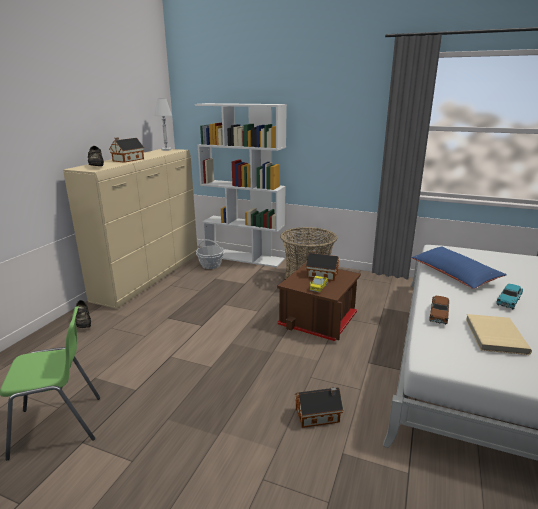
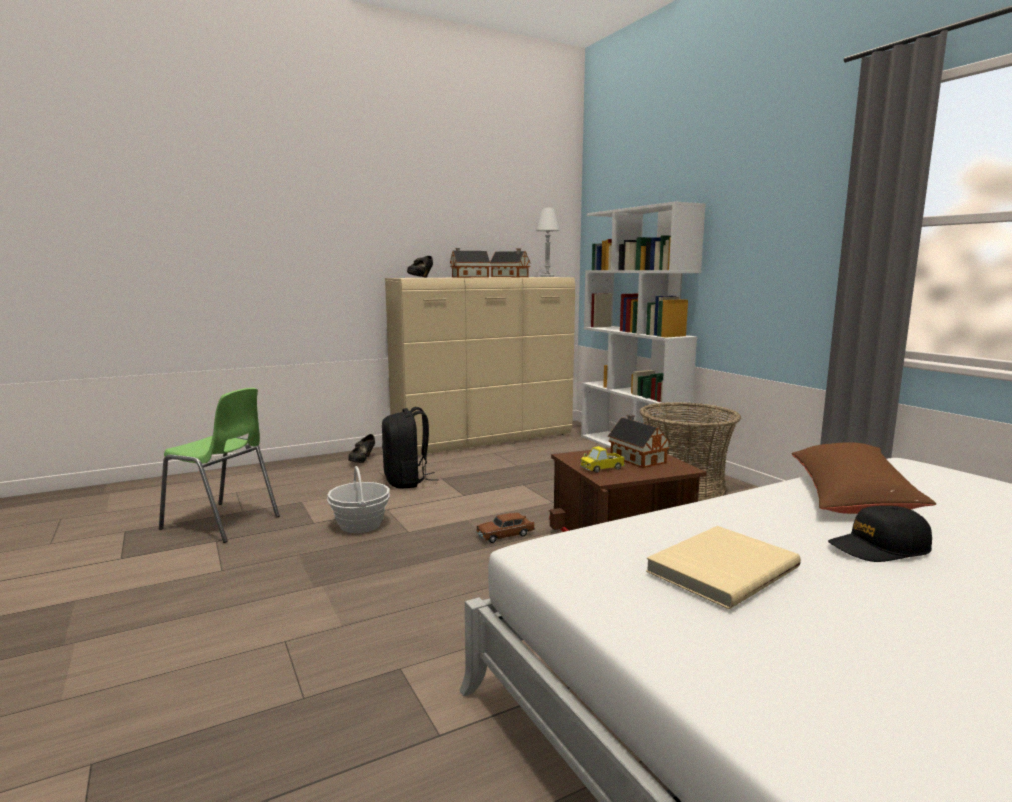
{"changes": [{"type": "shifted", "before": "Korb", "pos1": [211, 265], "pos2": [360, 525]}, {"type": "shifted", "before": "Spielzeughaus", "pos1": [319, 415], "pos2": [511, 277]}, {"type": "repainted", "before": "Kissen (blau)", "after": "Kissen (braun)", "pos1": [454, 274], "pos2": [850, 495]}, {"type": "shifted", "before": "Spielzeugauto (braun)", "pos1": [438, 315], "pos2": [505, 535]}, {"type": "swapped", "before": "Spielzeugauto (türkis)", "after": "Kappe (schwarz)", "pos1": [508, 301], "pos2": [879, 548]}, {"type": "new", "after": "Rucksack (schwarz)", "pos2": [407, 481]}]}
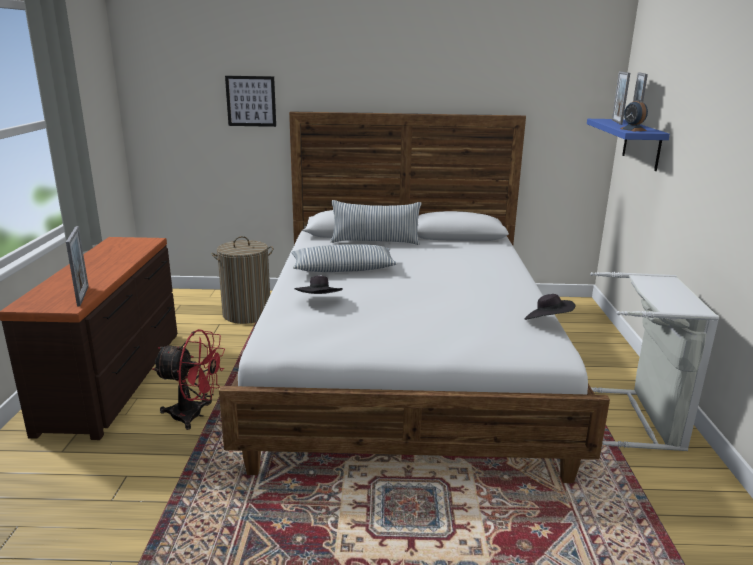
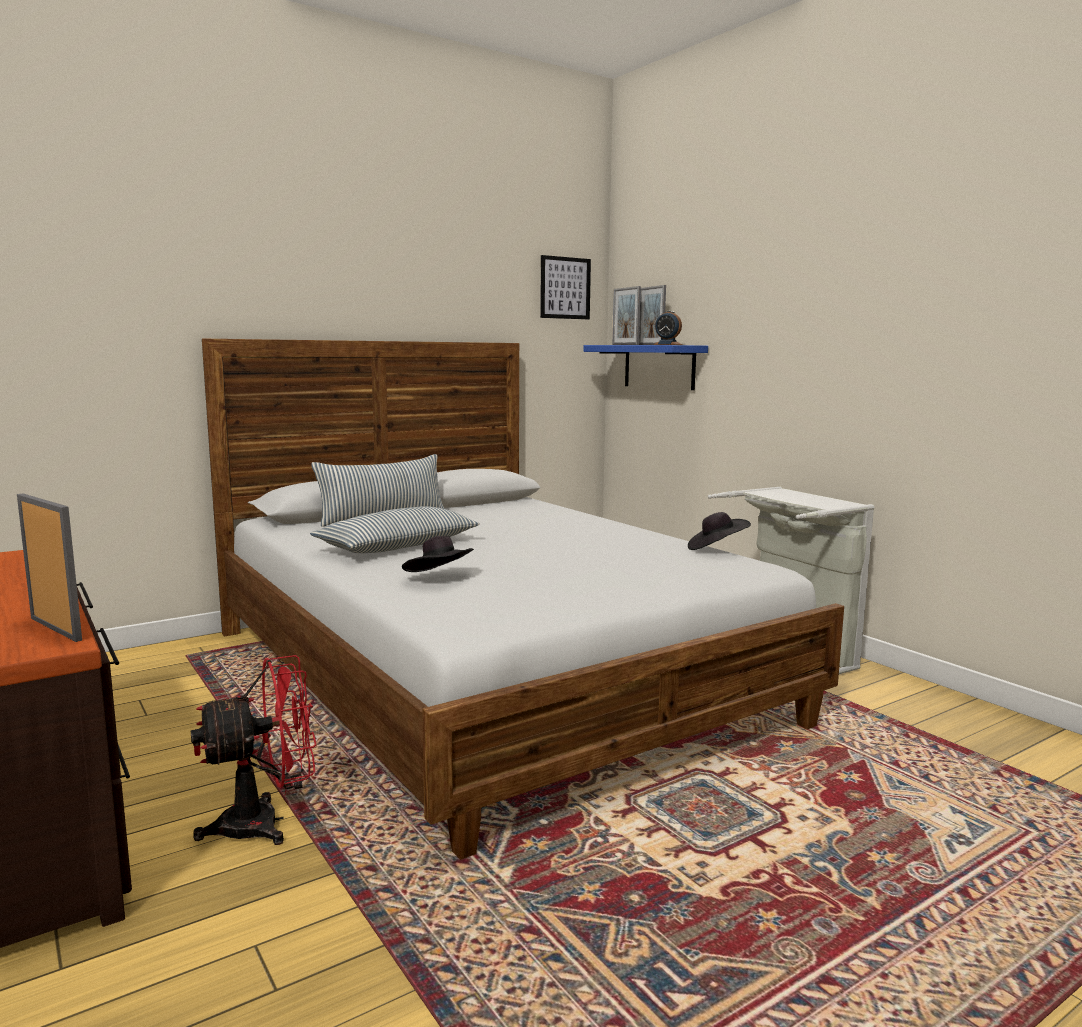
{"changes": [{"type": "gone", "before": "Wäschekorb", "pos1": [247, 314]}, {"type": "shifted", "before": "Bild", "pos1": [251, 101], "pos2": [565, 288]}]}
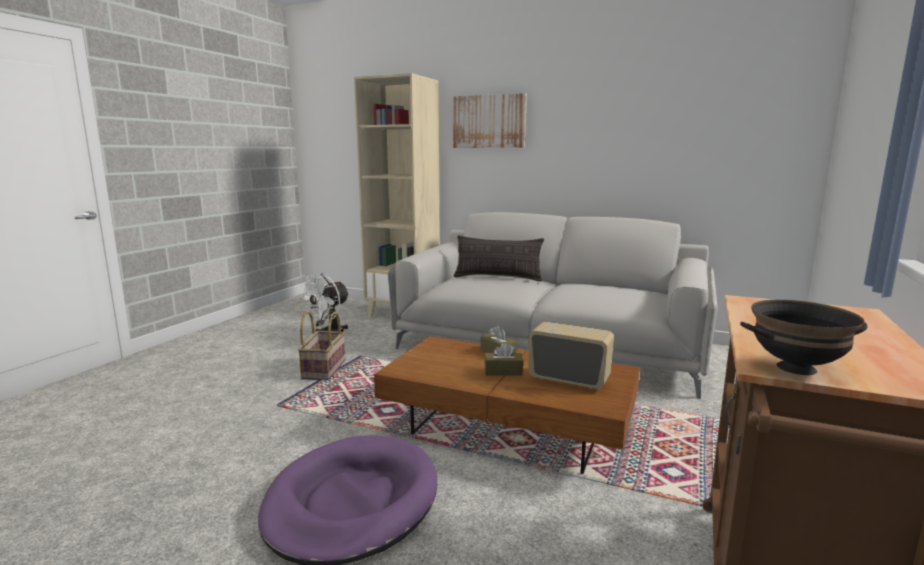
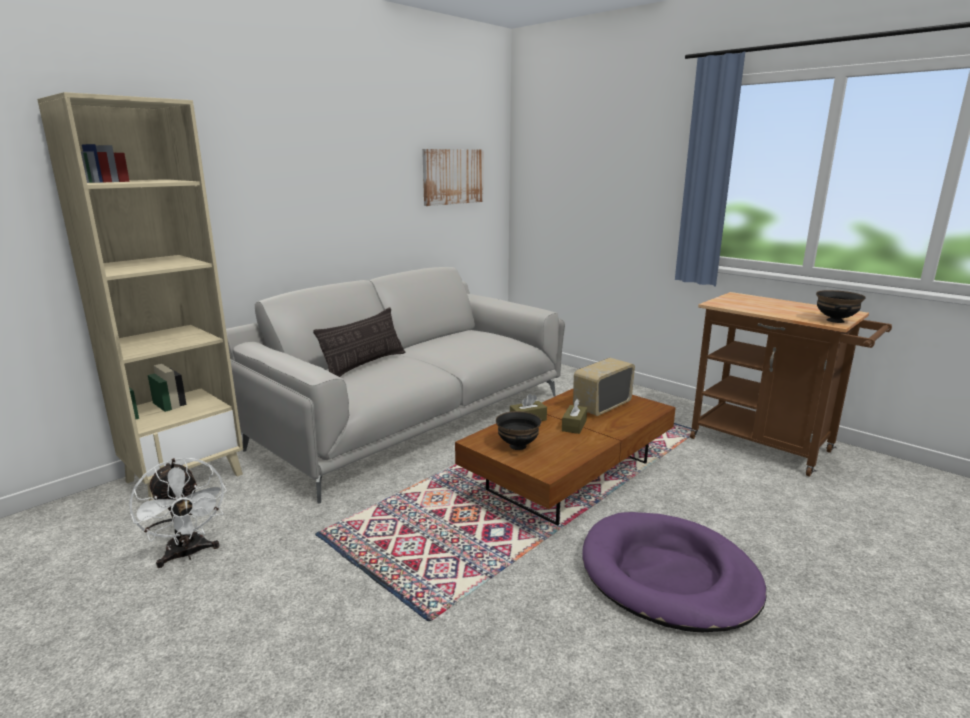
{"changes": [{"type": "gone", "before": "Korb", "pos1": [323, 369]}, {"type": "shifted", "before": "Bild", "pos1": [489, 121], "pos2": [452, 176]}, {"type": "new", "after": "Schüssel (schwarz)", "pos2": [517, 446]}]}
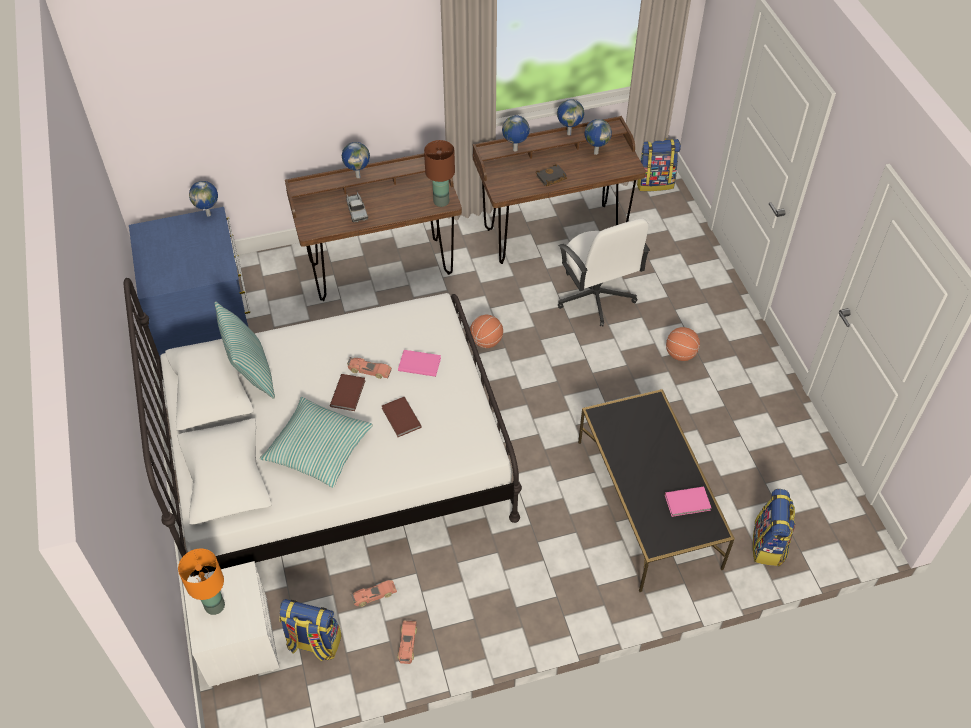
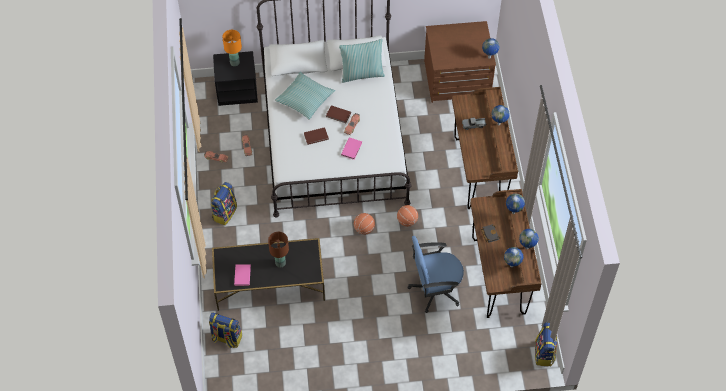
{"changes": [{"type": "repainted", "before": "Kommode (blau)", "after": "Kommode (braun)", "pos1": [202, 311], "pos2": [457, 80]}, {"type": "repainted", "before": "Nachttisch (weiß)", "after": "Nachttisch (schwarz)", "pos1": [237, 641], "pos2": [237, 90]}, {"type": "shifted", "before": "Rucksack", "pos1": [313, 643], "pos2": [224, 213]}, {"type": "shifted", "before": "Tischlampe (braun)", "pos1": [441, 201], "pos2": [280, 263]}, {"type": "repainted", "before": "Bürostuhl (weiß)", "after": "Bürostuhl (blau)", "pos1": [595, 297], "pos2": [434, 289]}, {"type": "shifted", "before": "Basketball", "pos1": [680, 354], "pos2": [364, 229]}]}
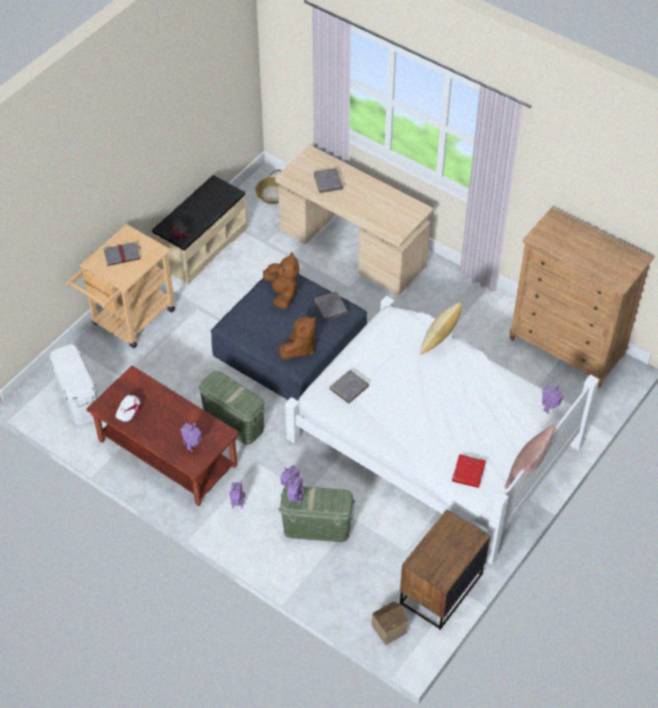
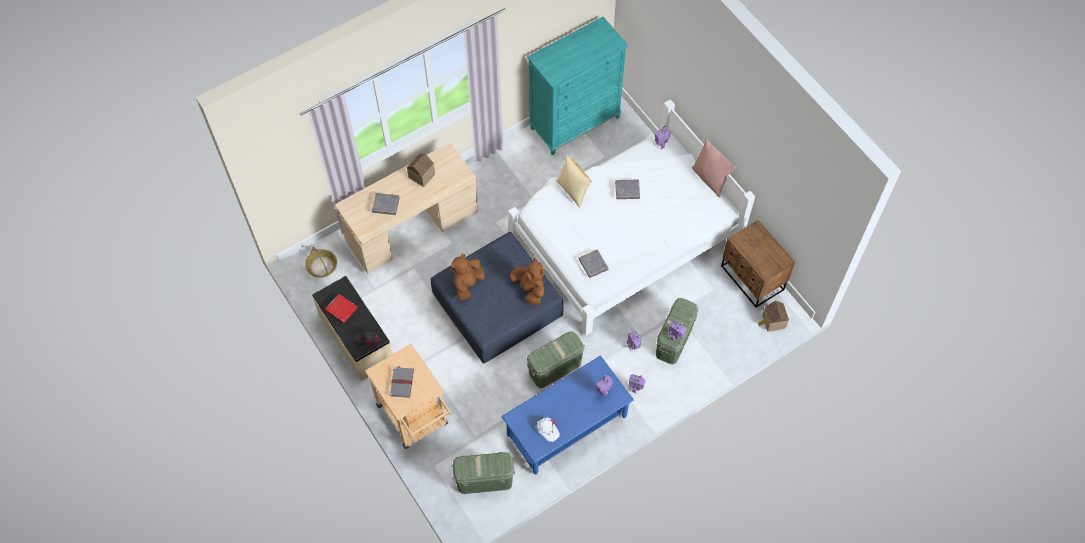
{"changes": [{"type": "repainted", "before": "Aufbewahrungsbox (weiß)", "after": "Aufbewahrungsbox (grün)", "pos1": [78, 399], "pos2": [484, 480]}, {"type": "repainted", "before": "Couchtisch (braun)", "after": "Couchtisch (blau)", "pos1": [167, 453], "pos2": [567, 425]}, {"type": "rotated", "before": "Plüschtier (braun)", "pos1": [282, 293], "pos2": [468, 283], "turn": -60}, {"type": "shifted", "before": "Buch (grau)", "pos1": [330, 307], "pos2": [627, 190]}, {"type": "shifted", "before": "Buch (rot)", "pos1": [468, 472], "pos2": [341, 309]}, {"type": "repainted", "before": "Kommode (braun)", "after": "Kommode (türkis)", "pos1": [567, 348], "pos2": [575, 123]}, {"type": "new", "after": "Spielzeughaus", "pos2": [420, 175]}]}
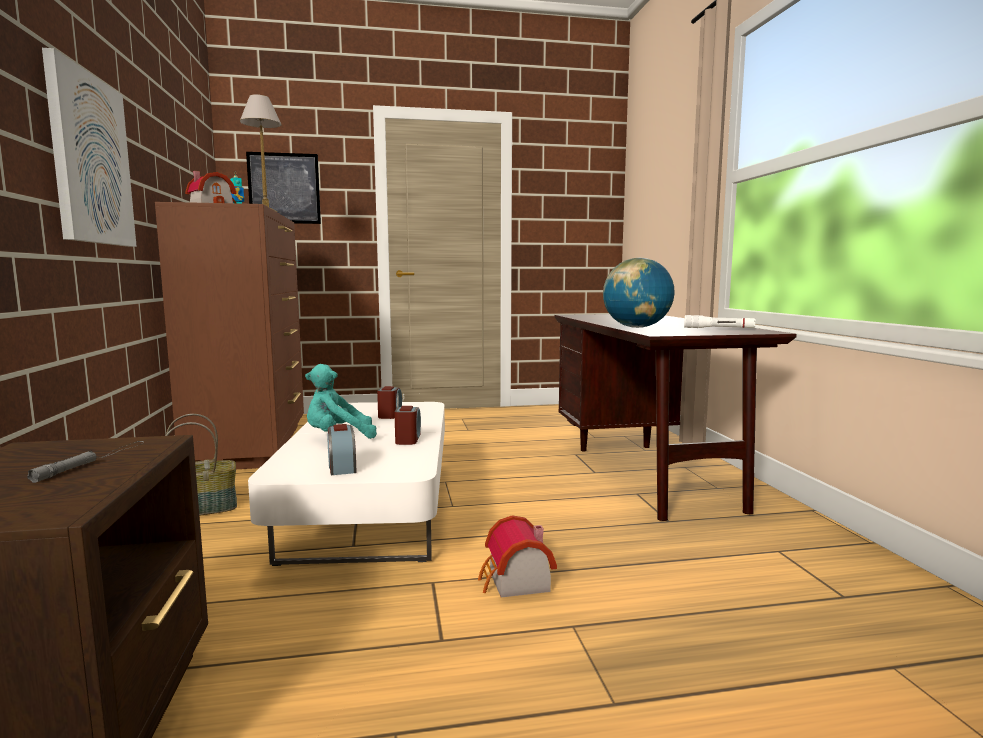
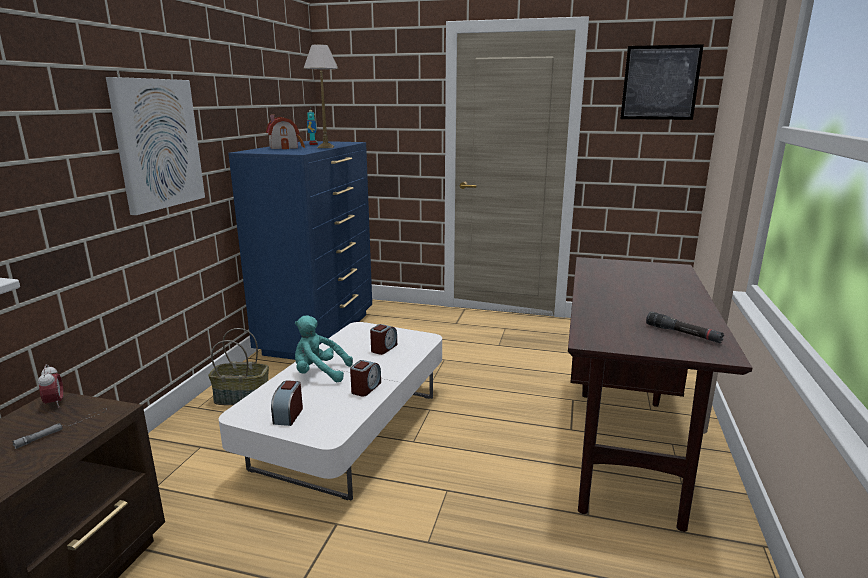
{"changes": [{"type": "repainted", "before": "Kommode (braun)", "after": "Kommode (blau)", "pos1": [252, 445], "pos2": [319, 333]}, {"type": "shifted", "before": "Bild", "pos1": [284, 188], "pos2": [660, 83]}, {"type": "gone", "before": "Spielzeughaus", "pos1": [515, 583]}, {"type": "gone", "before": "Globus", "pos1": [636, 327]}, {"type": "repainted", "before": "Taschenlampe (weiß)", "after": "Taschenlampe (schwarz)", "pos1": [718, 328], "pos2": [683, 334]}, {"type": "new", "after": "Wecker", "pos2": [55, 403]}]}
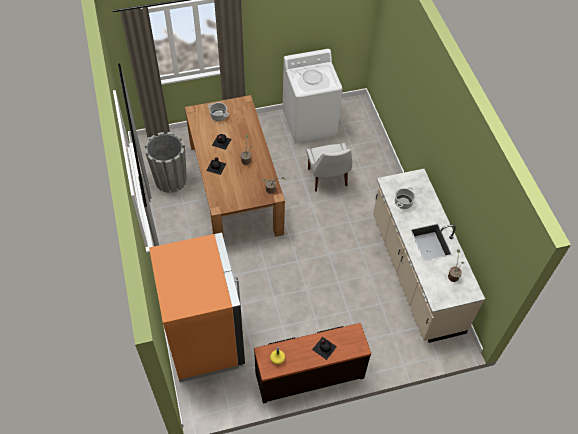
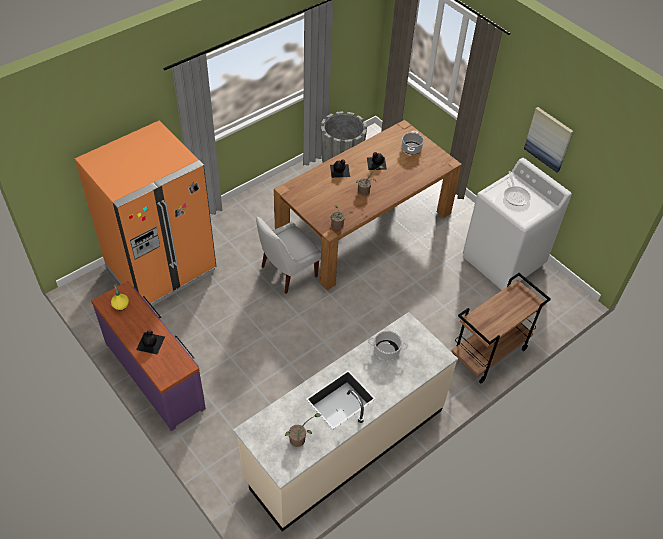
{"changes": [{"type": "repainted", "before": "Kommode (braun)", "after": "Kommode (lila)", "pos1": [309, 374], "pos2": [155, 374]}, {"type": "shifted", "before": "Stuhl (weiß)", "pos1": [328, 179], "pos2": [287, 272]}, {"type": "new", "after": "Rollwagen (braun)", "pos2": [489, 353]}, {"type": "new", "after": "Bild", "pos2": [548, 139]}]}
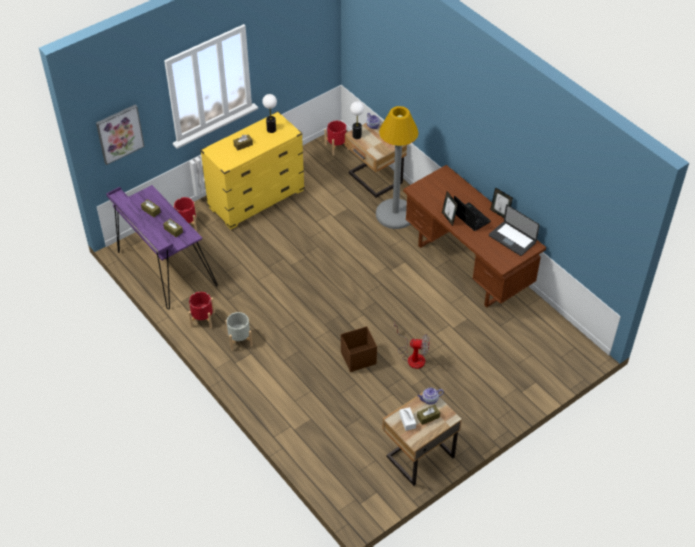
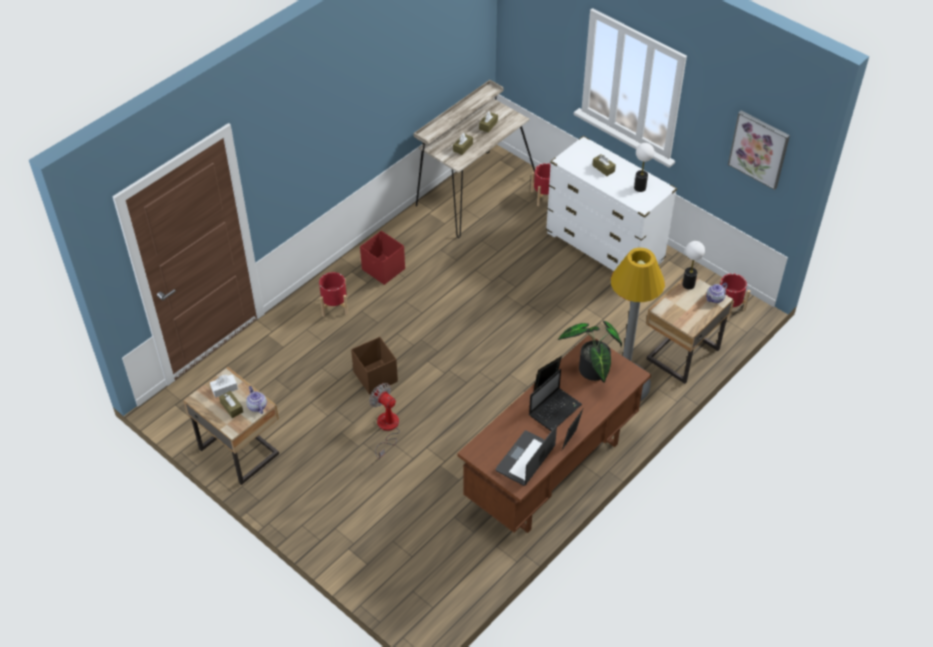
{"changes": [{"type": "shifted", "before": "Bild", "pos1": [119, 134], "pos2": [759, 149]}, {"type": "repainted", "before": "Schreibtisch (lila)", "after": "Schreibtisch (beige)", "pos1": [164, 268], "pos2": [473, 191]}, {"type": "shifted", "before": "Pflanzkübel (rot)", "pos1": [203, 319], "pos2": [334, 306]}, {"type": "repainted", "before": "Kommode (gelb)", "after": "Kommode (weiß)", "pos1": [256, 199], "pos2": [604, 247]}, {"type": "swapped", "before": "Pflanzkübel (grau)", "after": "Aufbewahrungsbox (rot)", "pos1": [239, 340], "pos2": [383, 270]}, {"type": "rotated", "before": "Ventilator", "pos1": [412, 356], "pos2": [386, 428], "turn": 135}, {"type": "new", "after": "Topfpflanze", "pos2": [592, 372]}]}
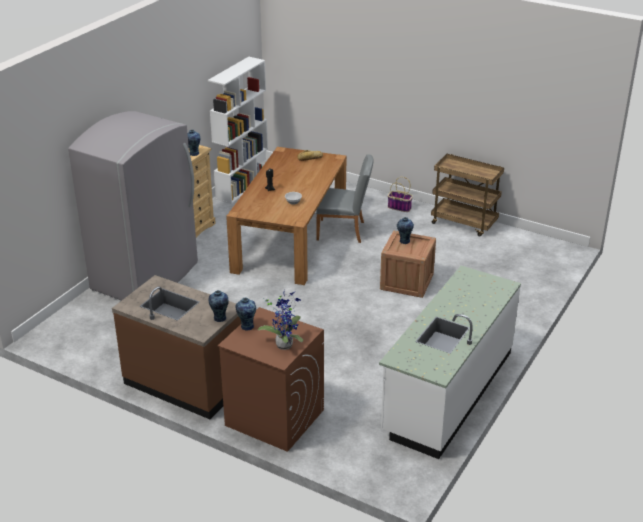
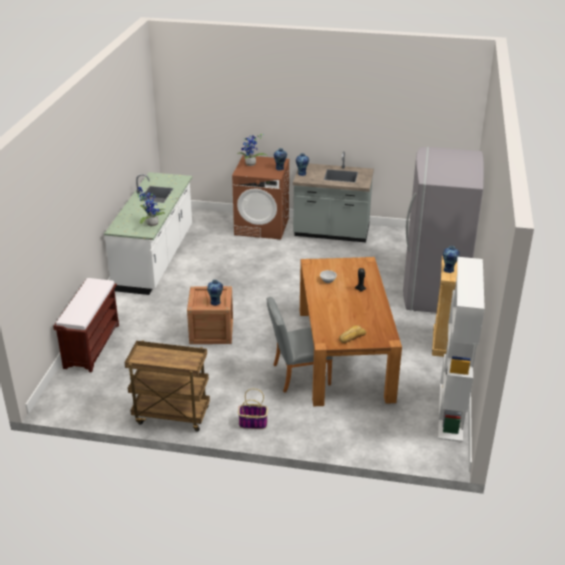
{"changes": [{"type": "repainted", "before": "Küchenzeile (braun)", "after": "Küchenzeile (grau)", "pos1": [185, 383], "pos2": [331, 232]}, {"type": "new", "after": "Bank (braun)", "pos2": [92, 345]}, {"type": "new", "after": "Topfpflanze", "pos2": [151, 223]}]}
